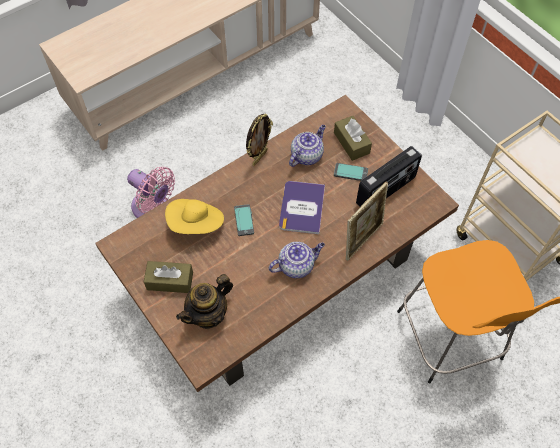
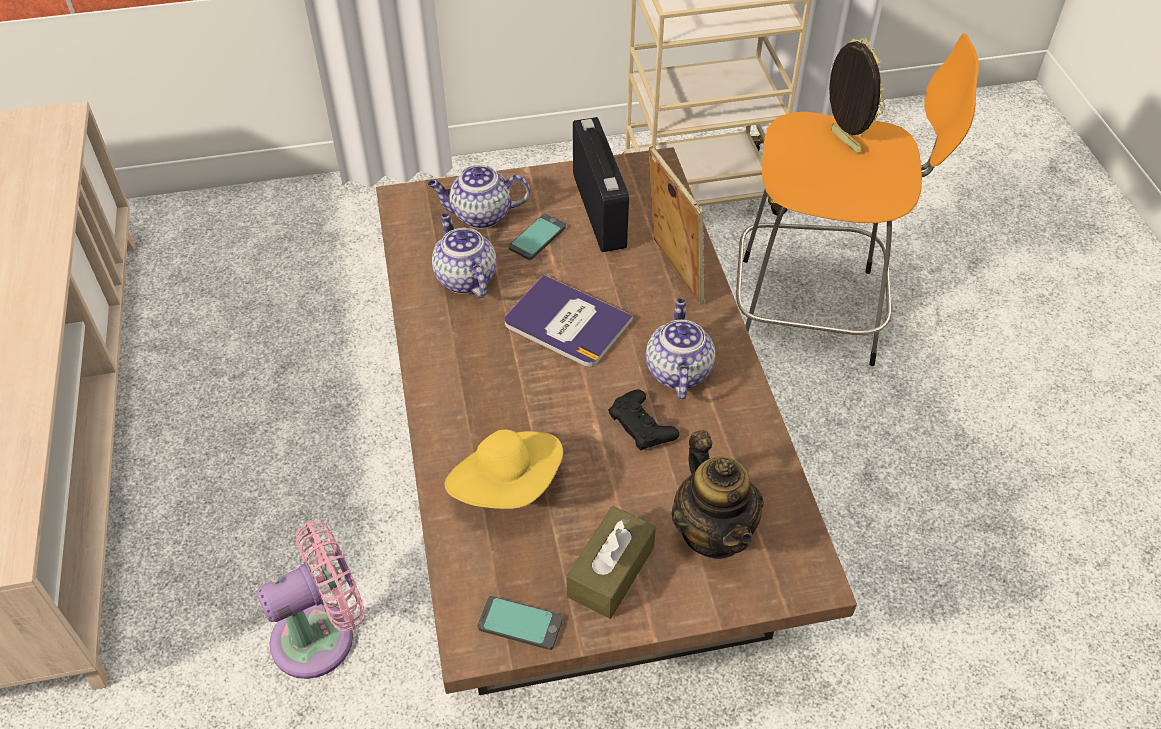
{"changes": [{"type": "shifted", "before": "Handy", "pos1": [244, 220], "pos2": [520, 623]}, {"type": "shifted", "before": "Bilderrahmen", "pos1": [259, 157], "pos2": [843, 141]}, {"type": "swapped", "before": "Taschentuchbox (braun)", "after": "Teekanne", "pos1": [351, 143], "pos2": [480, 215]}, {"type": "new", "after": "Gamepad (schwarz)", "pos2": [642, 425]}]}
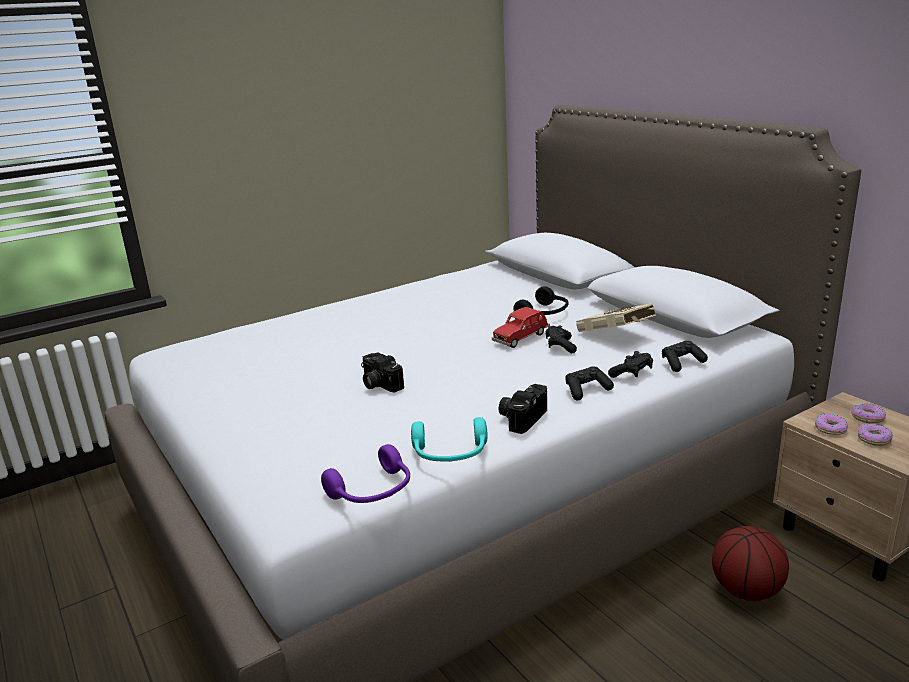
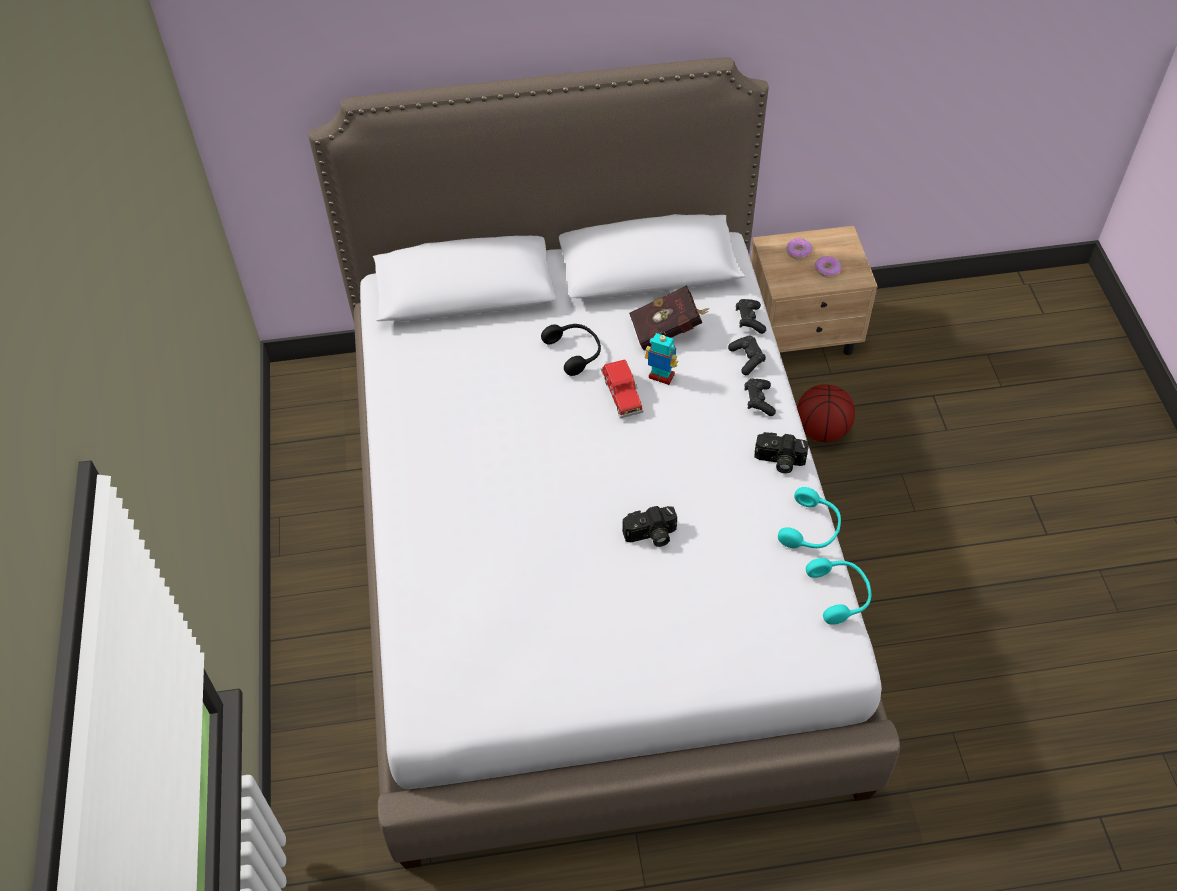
{"changes": [{"type": "repainted", "before": "Kopfhörer (lila)", "after": "Kopfhörer (türkis)", "pos1": [373, 492], "pos2": [840, 594]}, {"type": "rotated", "before": "Kamera", "pos1": [522, 417], "pos2": [779, 461], "turn": -45}, {"type": "swapped", "before": "Gamepad (schwarz)", "after": "Spielzeugroboter", "pos1": [560, 346], "pos2": [661, 377]}, {"type": "repainted", "before": "Buch (beige)", "after": "Buch (rot)", "pos1": [616, 337], "pos2": [668, 331]}, {"type": "gone", "before": "Donut", "pos1": [830, 428]}]}
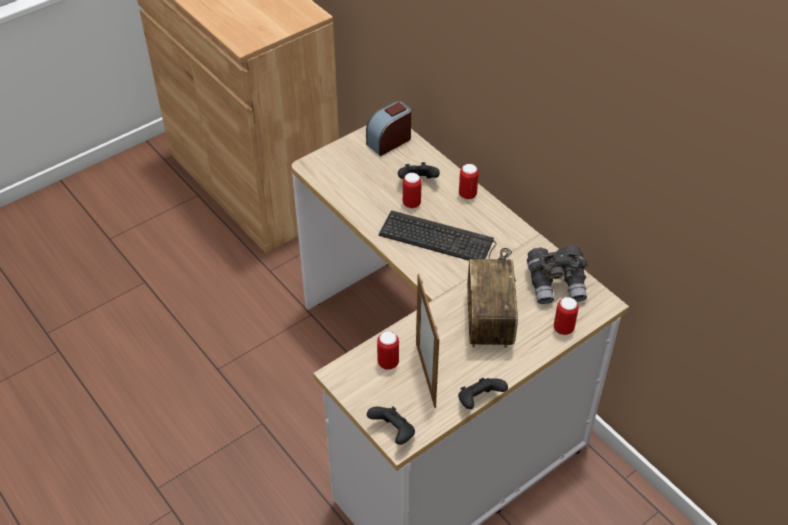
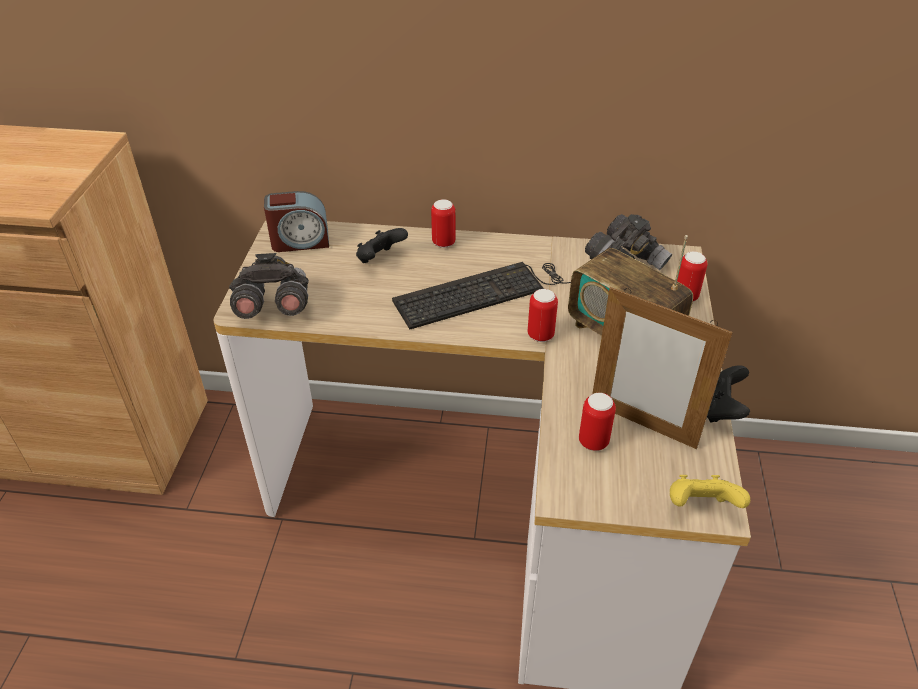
{"changes": [{"type": "rotated", "before": "Wecker", "pos1": [389, 141], "pos2": [300, 241], "turn": -105}, {"type": "repainted", "before": "Gamepad (schwarz)", "after": "Gamepad (gelb)", "pos1": [393, 433], "pos2": [700, 507]}, {"type": "shifted", "before": "Dose", "pos1": [411, 203], "pos2": [540, 335]}, {"type": "new", "after": "Fernglas (grau)", "pos2": [273, 307]}]}
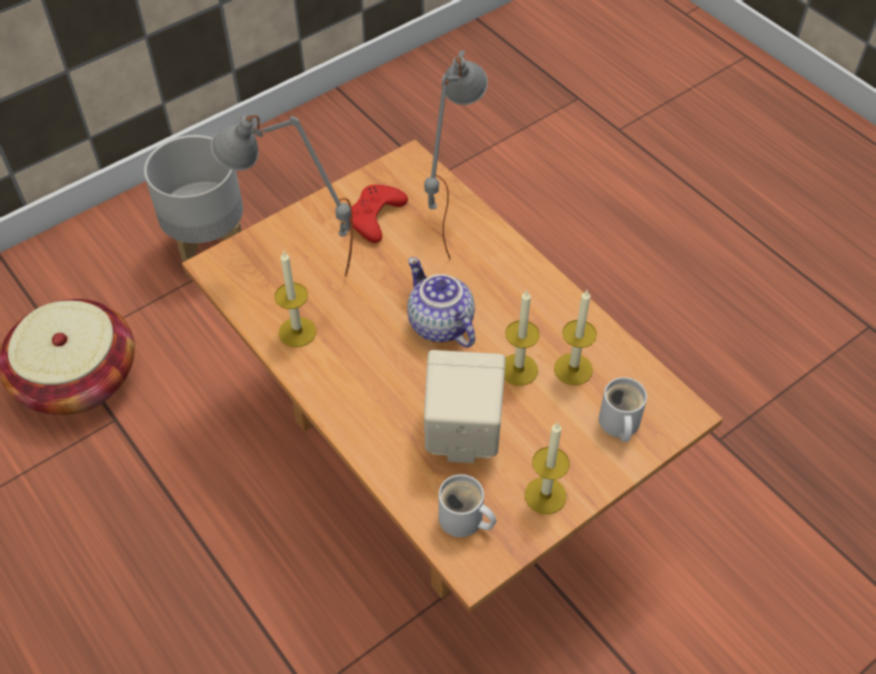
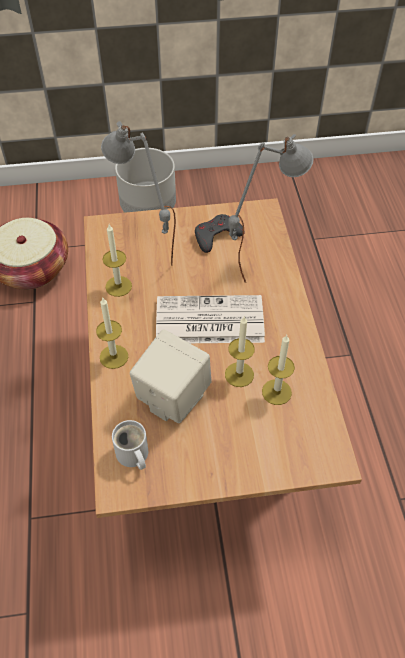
{"changes": [{"type": "repainted", "before": "Gamepad (rot)", "after": "Gamepad (grau)", "pos1": [375, 216], "pos2": [216, 236]}, {"type": "swapped", "before": "Teekanne", "after": "Zeitung", "pos1": [438, 324], "pos2": [208, 321]}, {"type": "shifted", "before": "Kerze", "pos1": [545, 495], "pos2": [114, 356]}, {"type": "gone", "before": "Henkelbecher (weiß)", "pos1": [618, 424]}]}
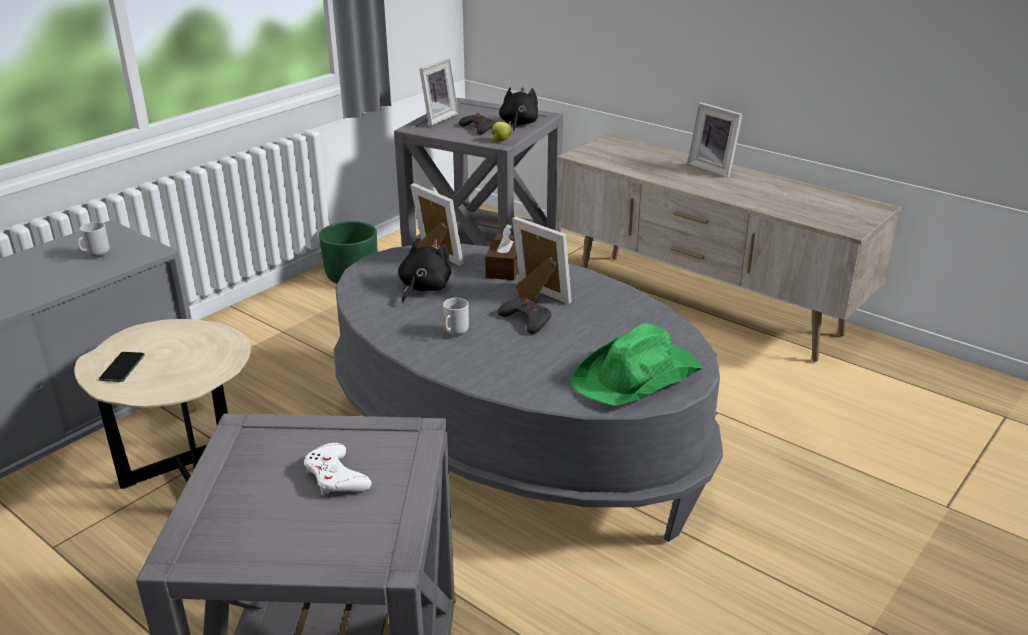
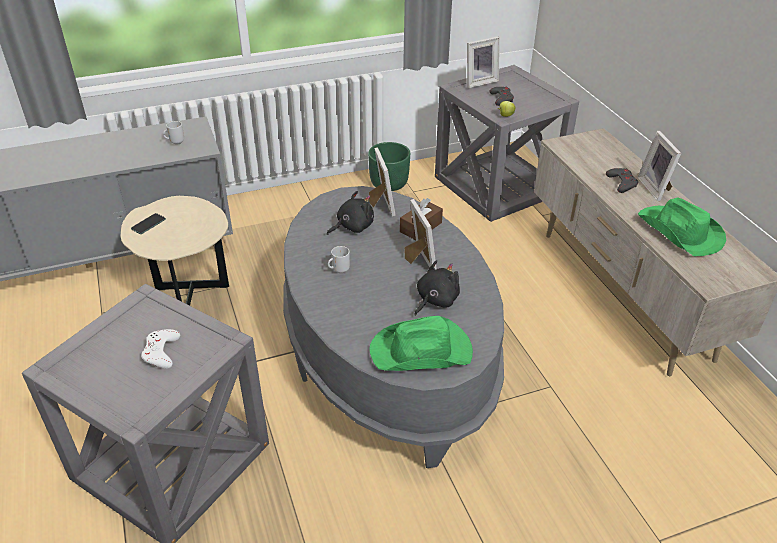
{"changes": [{"type": "shifted", "before": "Gamepad (grau)", "pos1": [526, 320], "pos2": [621, 183]}, {"type": "shifted", "before": "Plüschtier (schwarz)", "pos1": [518, 124], "pos2": [435, 300]}, {"type": "new", "after": "Hut (grün)", "pos2": [680, 232]}]}
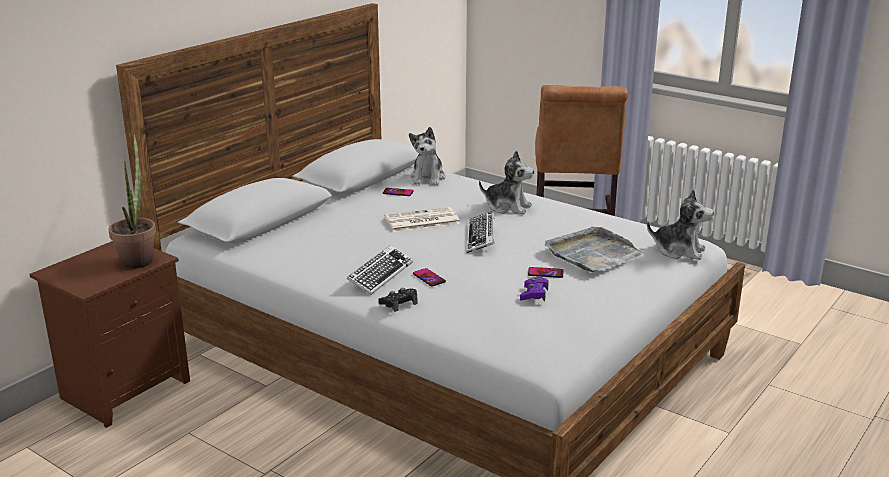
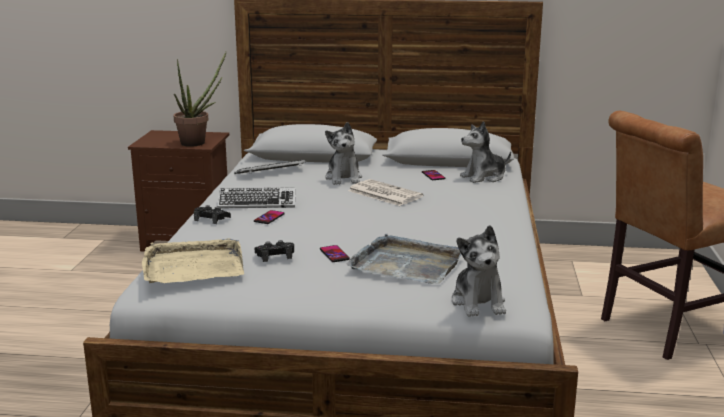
{"changes": [{"type": "shifted", "before": "Tastatur", "pos1": [481, 237], "pos2": [270, 172]}, {"type": "shifted", "before": "Plüschtier", "pos1": [507, 207], "pos2": [344, 178]}, {"type": "repainted", "before": "Gamepad (lila)", "after": "Gamepad (schwarz)", "pos1": [534, 294], "pos2": [275, 256]}, {"type": "new", "after": "Tablett (beige)", "pos2": [192, 266]}]}
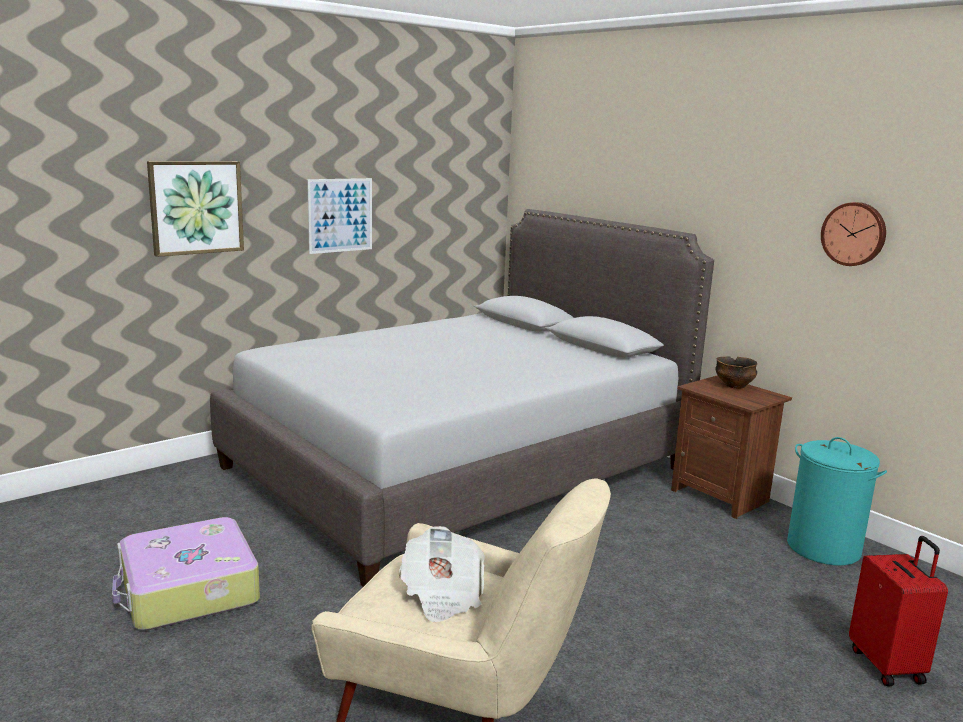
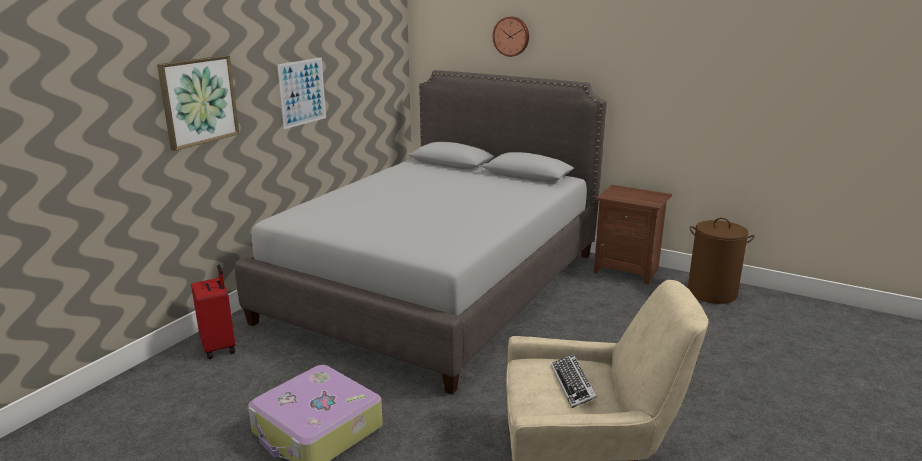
{"changes": [{"type": "swapped", "before": "Zeitung", "after": "Tastatur", "pos1": [442, 595], "pos2": [573, 384]}, {"type": "gone", "before": "Schüssel", "pos1": [734, 386]}, {"type": "repainted", "before": "Wäschekorb (türkis)", "after": "Wäschekorb (braun)", "pos1": [824, 548], "pos2": [712, 293]}, {"type": "shifted", "before": "Wanduhr", "pos1": [854, 234], "pos2": [511, 36]}, {"type": "shifted", "before": "Koffer (rot)", "pos1": [888, 665], "pos2": [219, 347]}]}
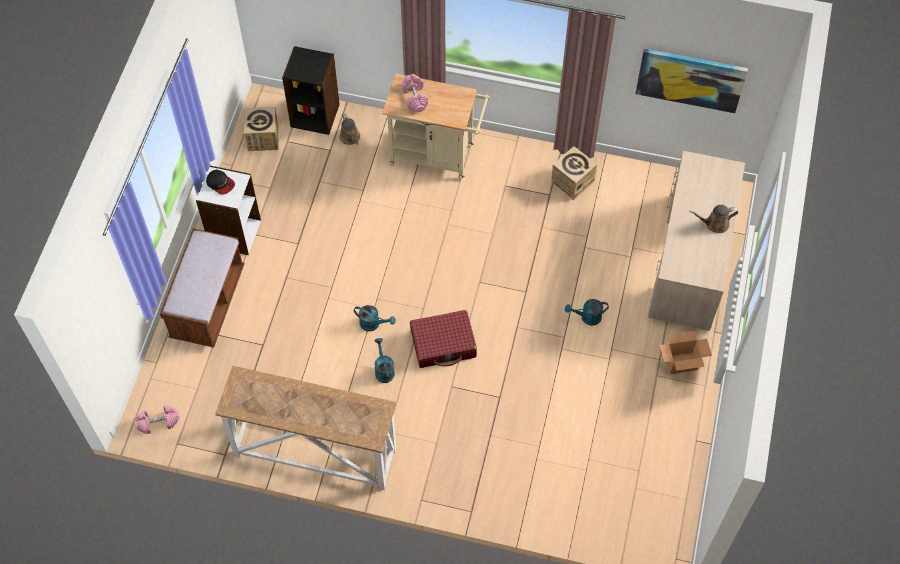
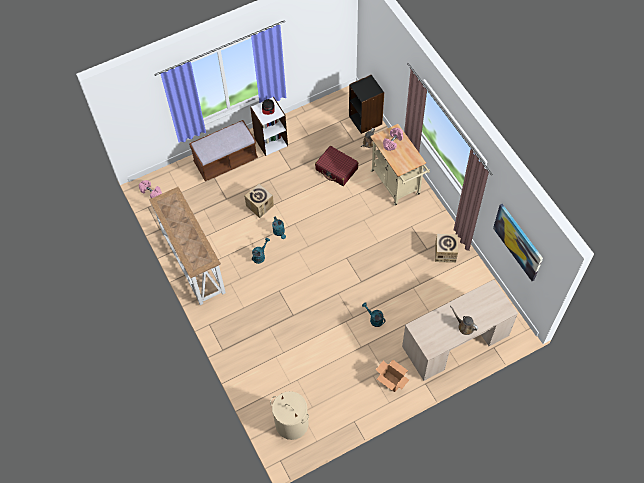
{"changes": [{"type": "shifted", "before": "Karton", "pos1": [263, 138], "pos2": [260, 206]}, {"type": "shifted", "before": "Koffer (rot)", "pos1": [443, 344], "pos2": [336, 169]}, {"type": "new", "after": "Wäschekorb (beige)", "pos2": [291, 424]}]}
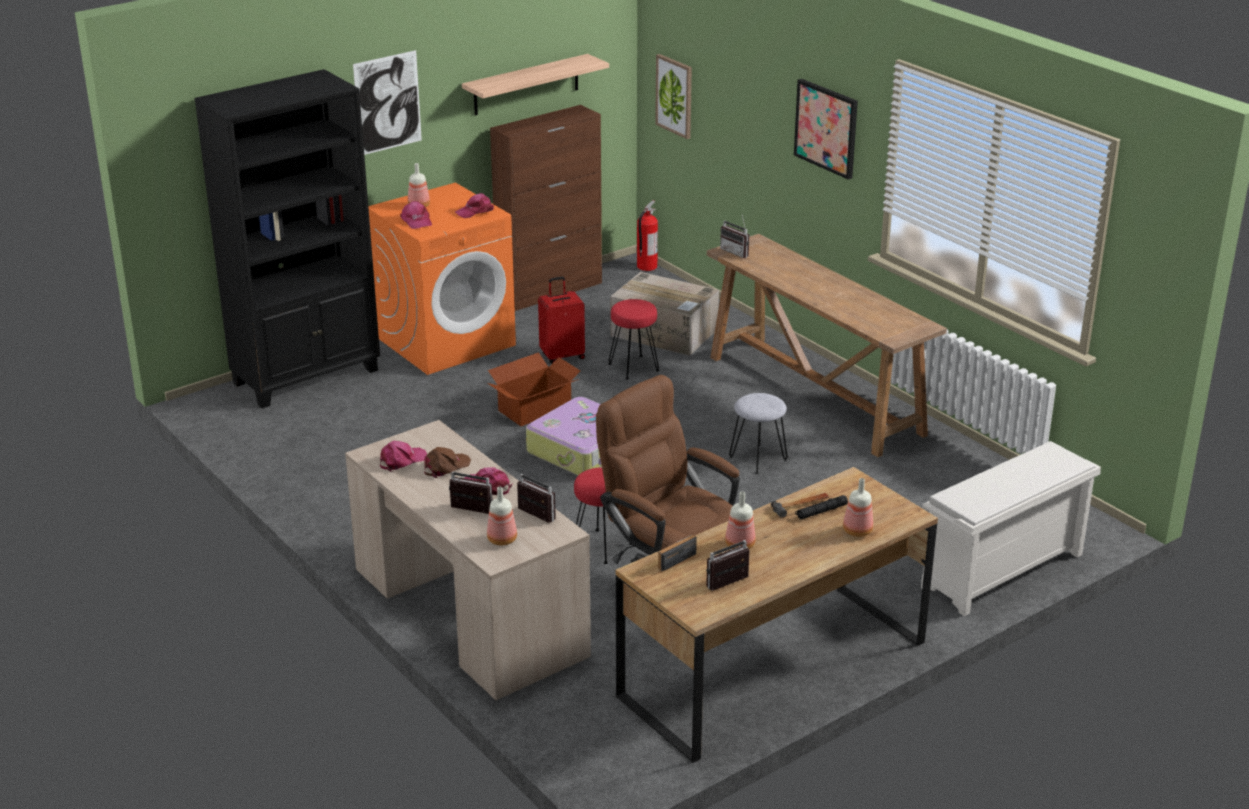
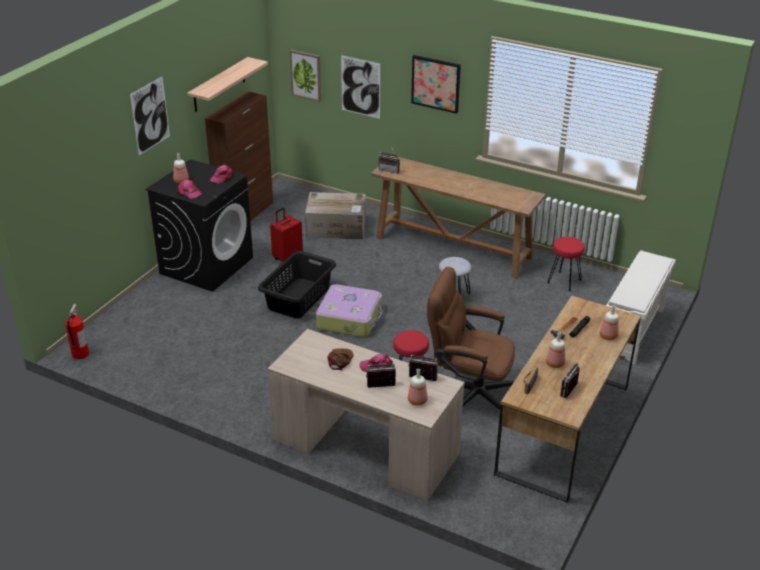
{"changes": [{"type": "gone", "before": "Bücherregal (schwarz)", "pos1": [307, 377]}, {"type": "repainted", "before": "Waschmaschine (orange)", "after": "Waschmaschine (schwarz)", "pos1": [447, 341], "pos2": [206, 265]}, {"type": "gone", "before": "Kappe (rosa)", "pos1": [402, 460]}, {"type": "swapped", "before": "Karton", "after": "Wäschekorb (schwarz)", "pos1": [534, 409], "pos2": [298, 298]}, {"type": "shifted", "before": "Hocker (rot)", "pos1": [633, 367], "pos2": [564, 281]}, {"type": "shifted", "before": "Feuerlöscher", "pos1": [646, 267], "pos2": [80, 354]}, {"type": "new", "after": "Bild", "pos2": [360, 87]}]}
